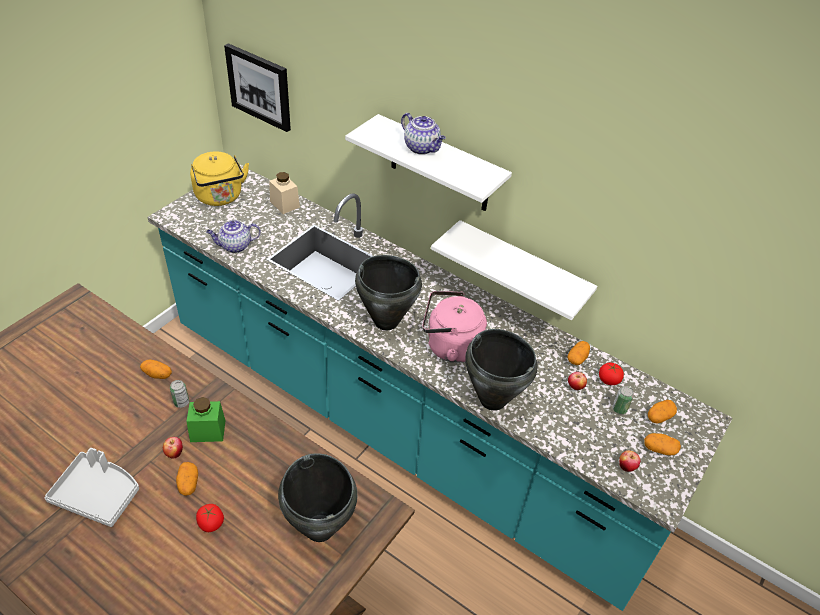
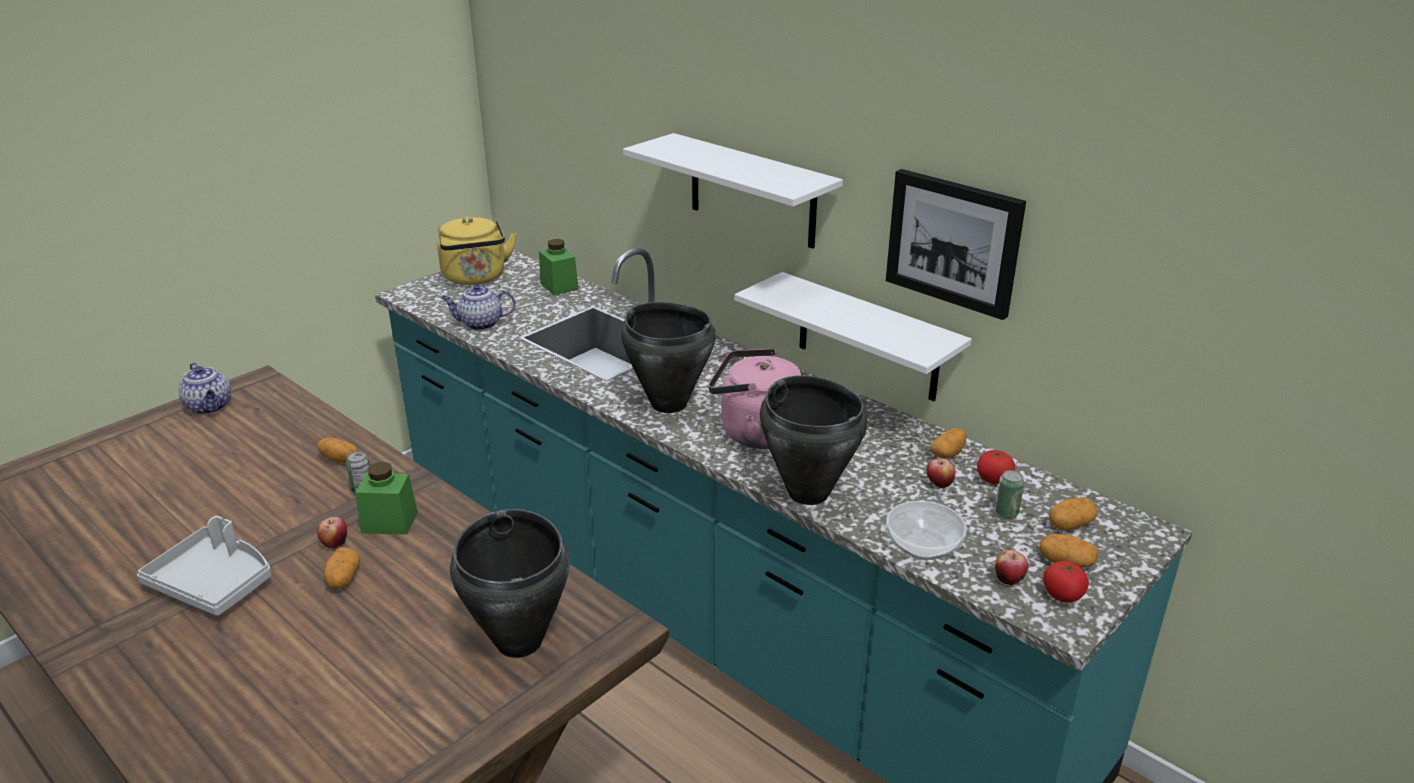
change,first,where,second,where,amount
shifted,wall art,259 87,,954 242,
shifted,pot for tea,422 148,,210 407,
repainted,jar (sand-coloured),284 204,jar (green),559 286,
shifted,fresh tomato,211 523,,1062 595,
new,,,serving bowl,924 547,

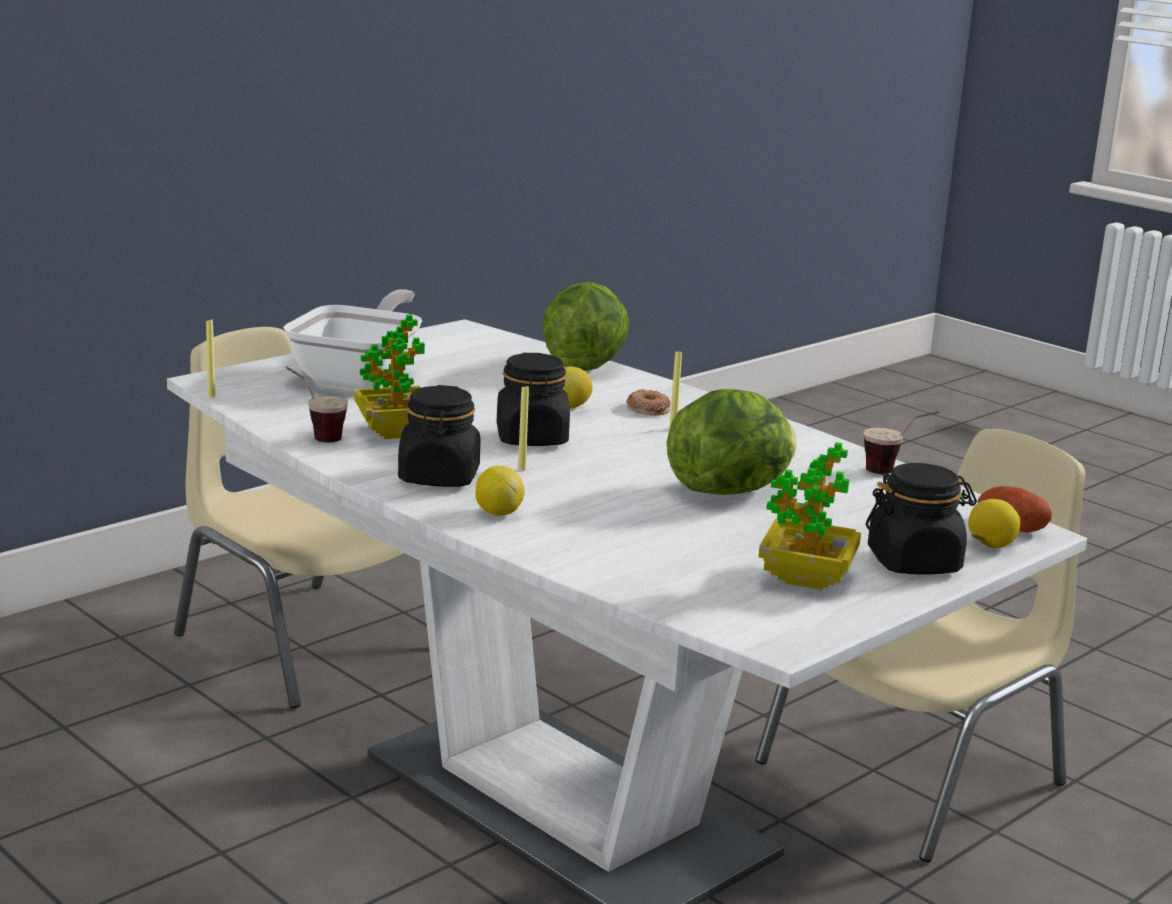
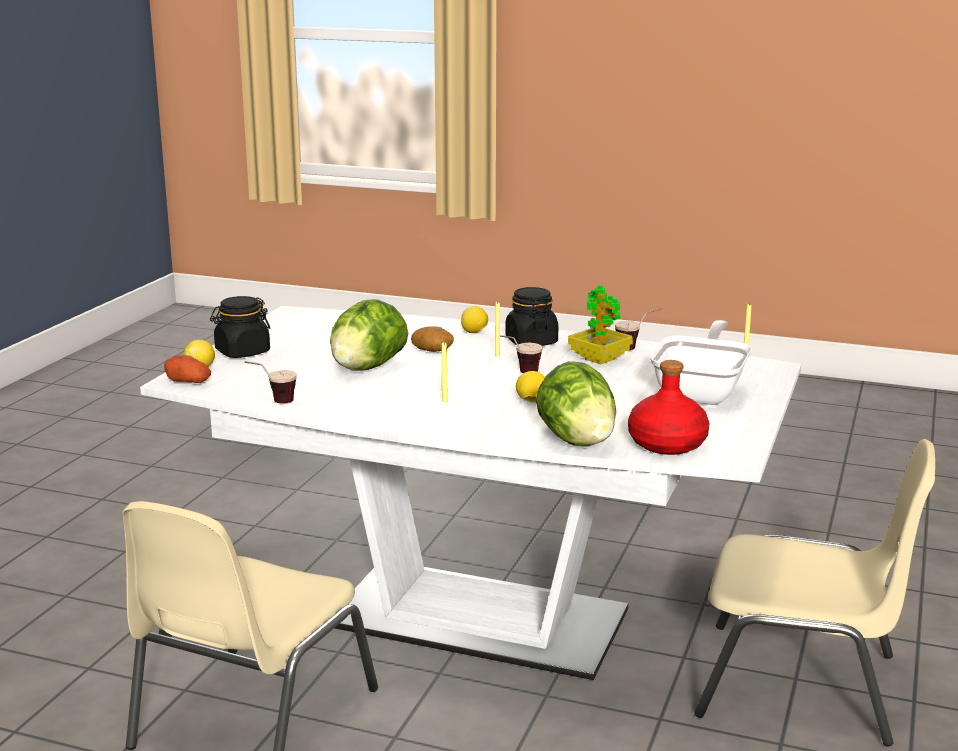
change,first,where,second,where,amount
rotated,frying pan,361 376,,702 392,150 degrees counterclockwise
swapped,jar (blackish),532 438,drinking cup,520 373,
gone,doughnut,648 408,,,
gone,plant in a pot,806 579,,,
new,,,spud,433 351,
new,,,drink bottle (red),666 444,

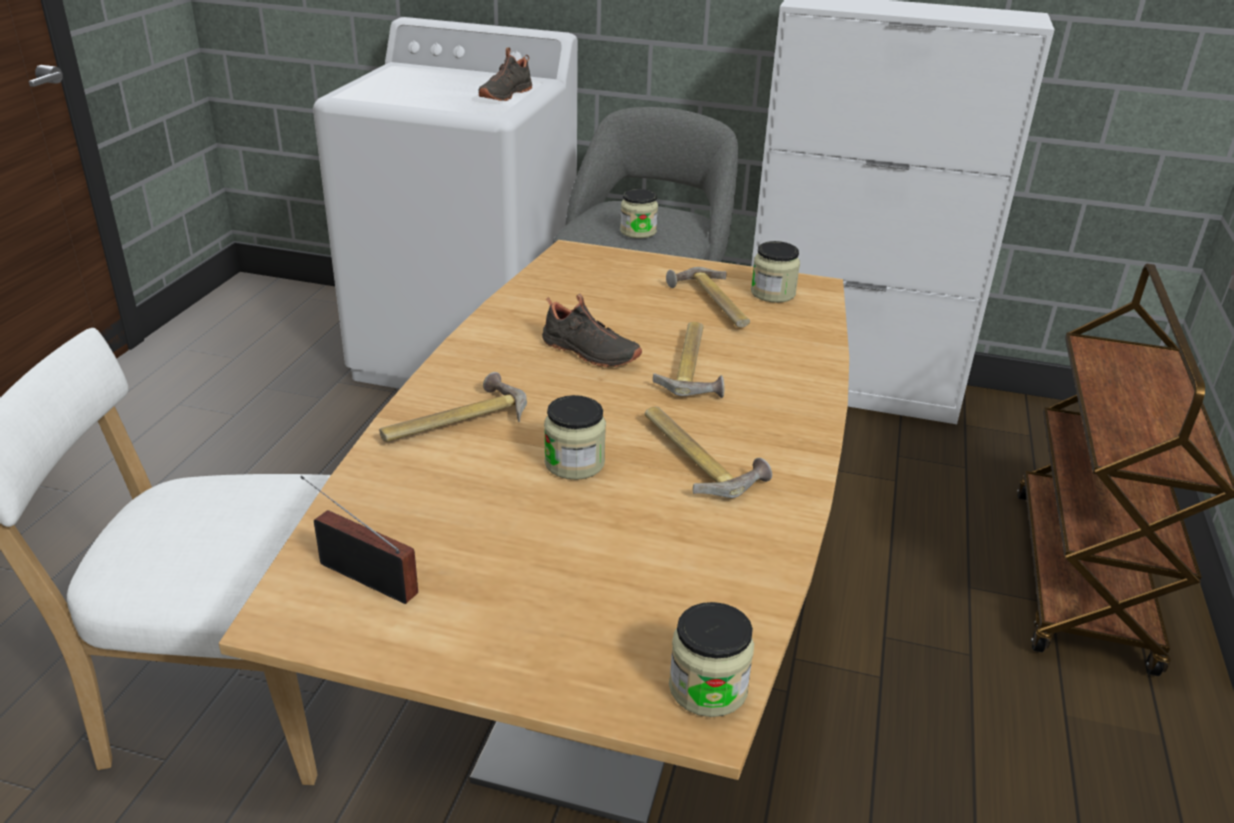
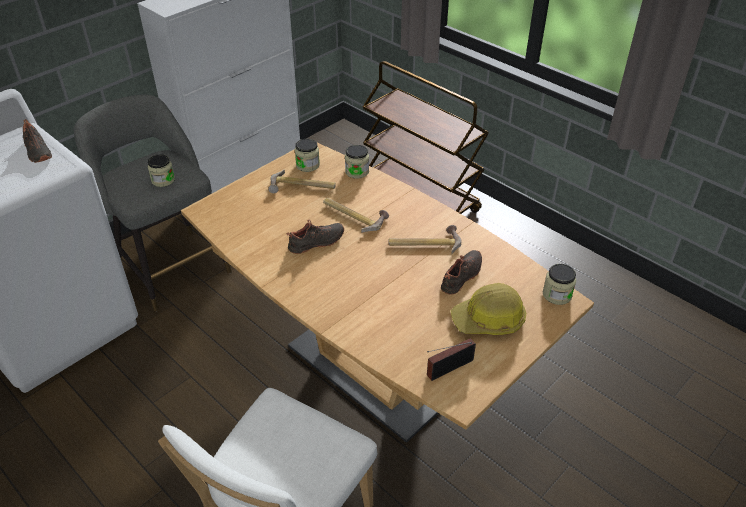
change,first,where,second,where,amount
gone,hand hammer,453 420,,,
shifted,jar,574 463,,357 172,
new,,,shoe (blackish),462 277,
new,,,work helmet,489 320,

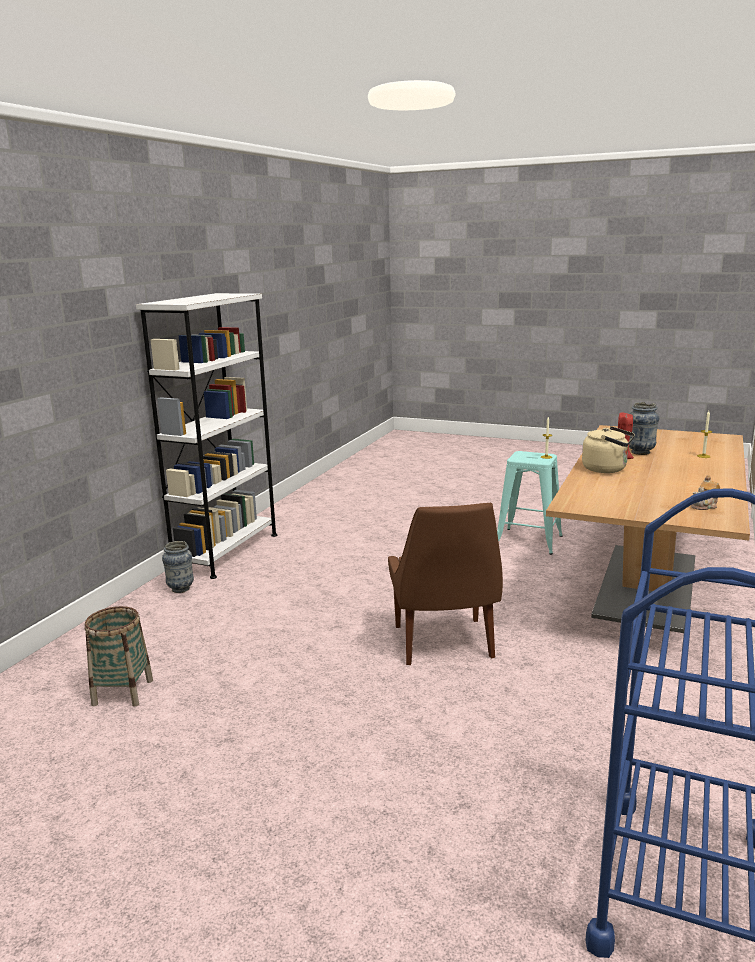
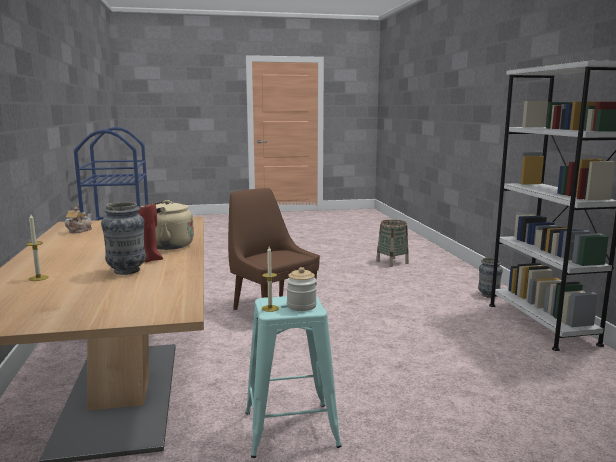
change,first,where,second,where,amount
new,,,jar,301 306,

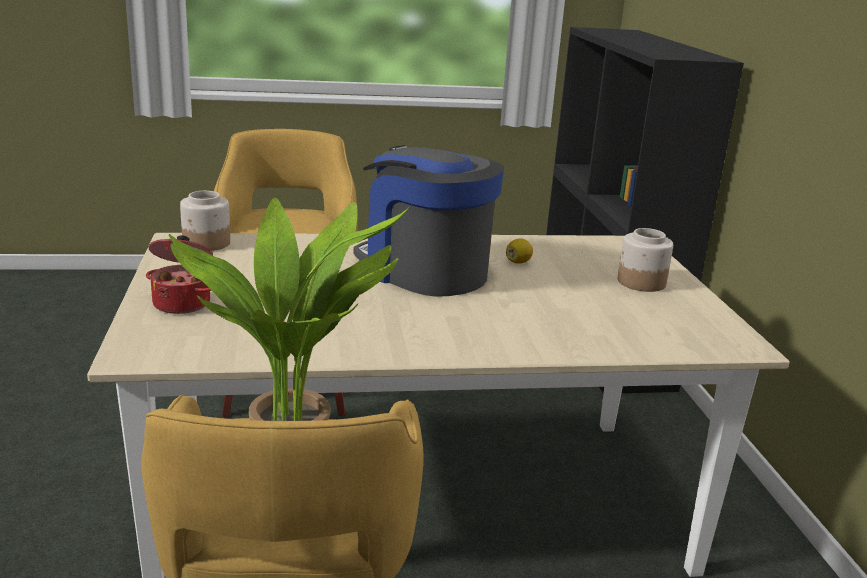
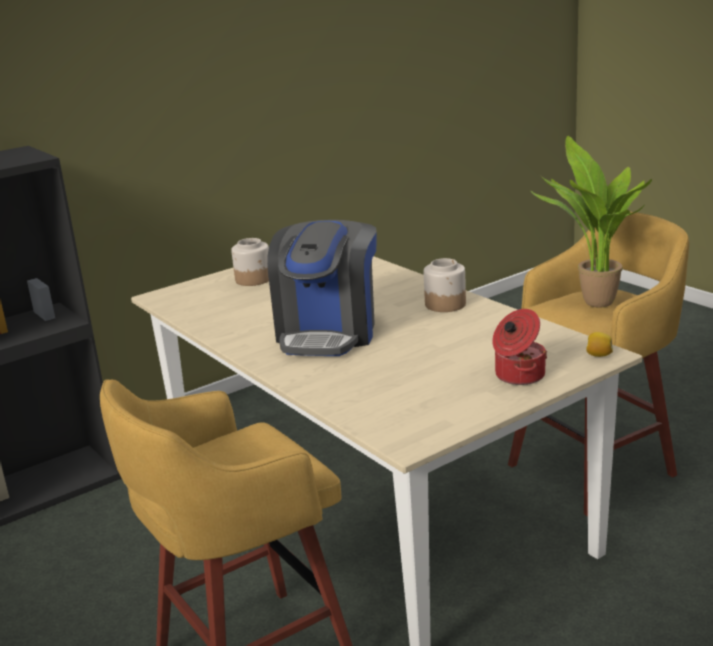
change,first,where,second,where,amount
shifted,jar,206 243,,445 304,
shifted,citrus fruit,518 262,,598 355,

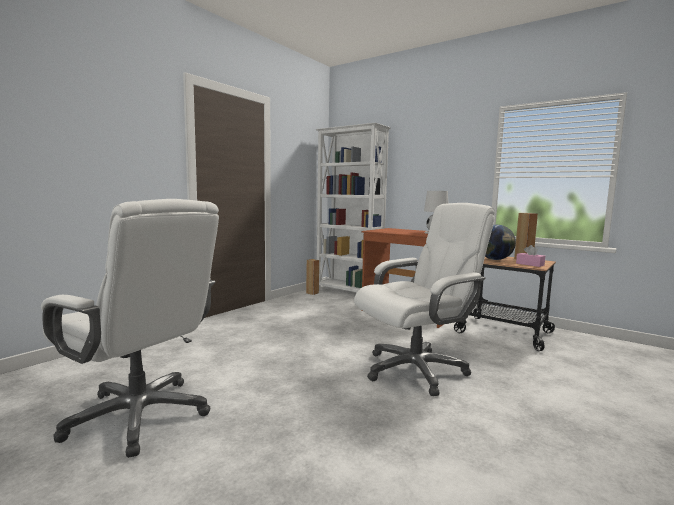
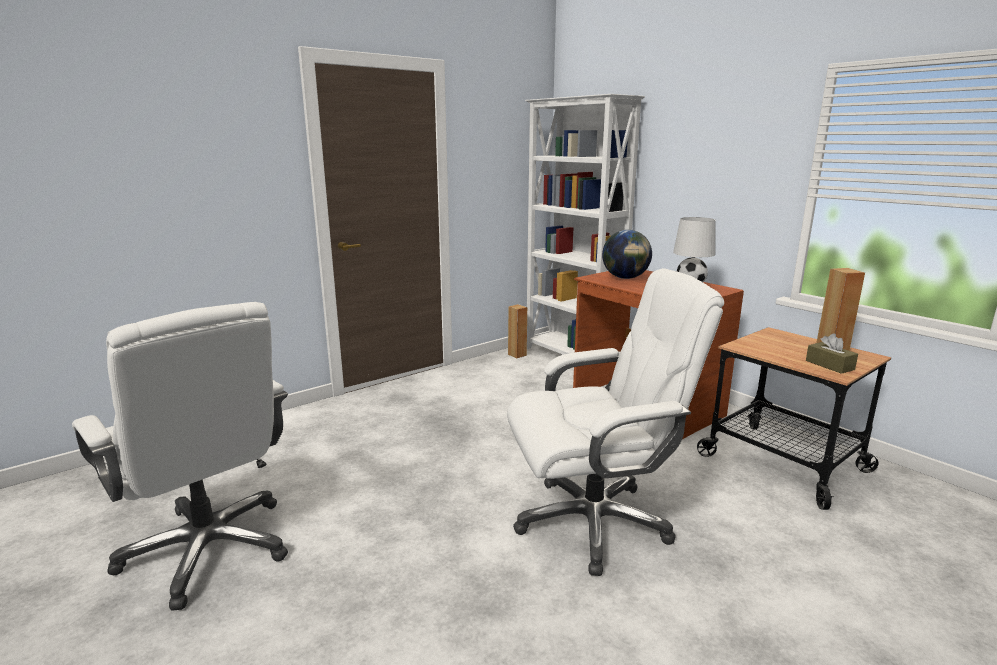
change,first,where,second,where,amount
shifted,globe,495 259,,625 278,
repainted,box of tissues (pink-coloured),530 264,box of tissues (brown),829 365,

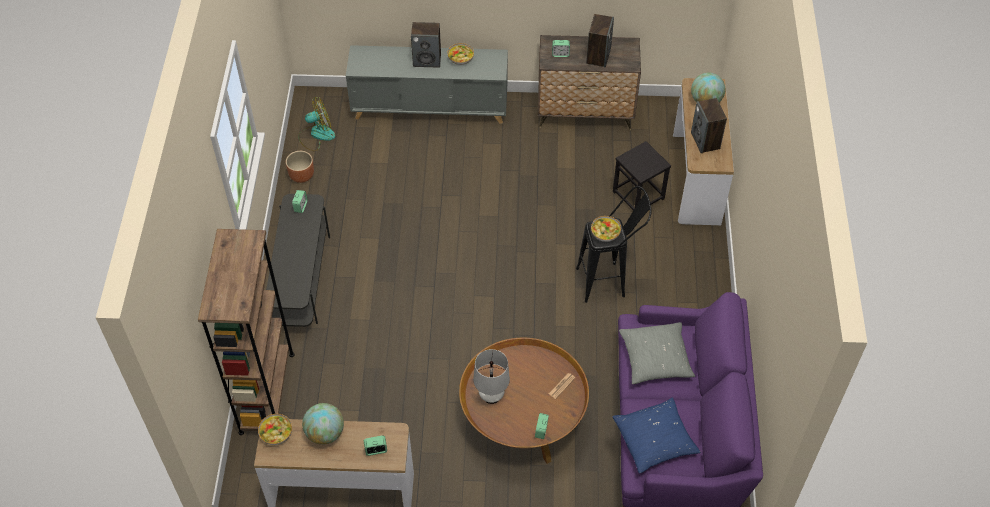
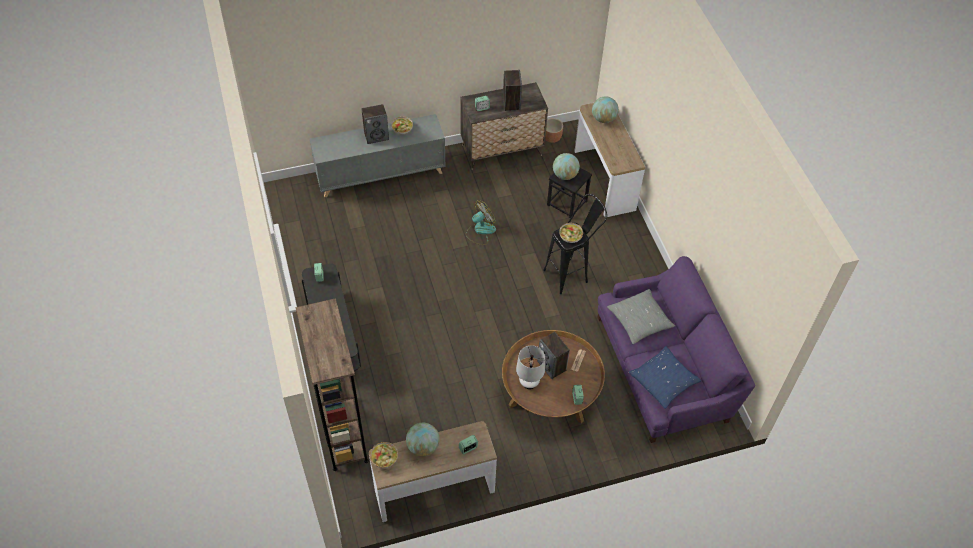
change,first,where,second,where,amount
shifted,fan,316 135,,480 231,
shifted,loudspeaker,705 141,,552 366,
shifted,planter (brown),302 176,,552 138,
new,,,globe,565 175,

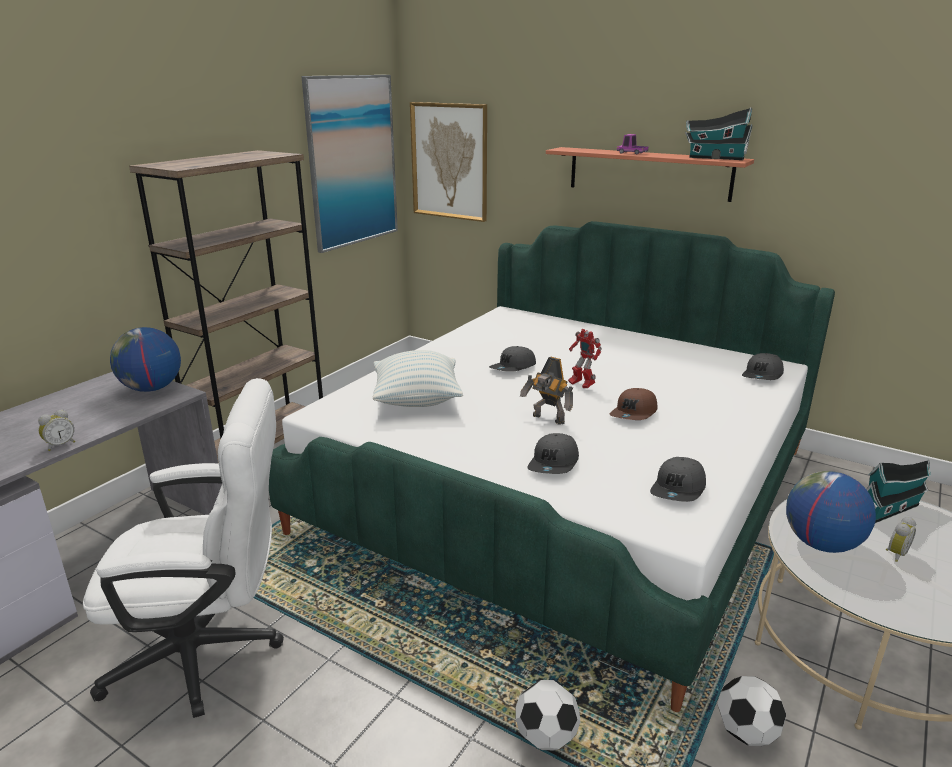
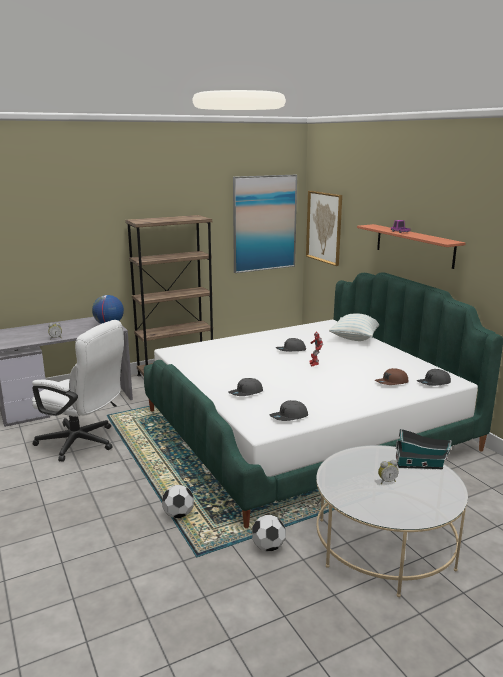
change,first,where,second,where,amount
gone,miniature house,714 158,,,
shifted,pillow,417 400,,354 338,
gone,toy robot,547 419,,,
shifted,peaked cap (brown),634 413,,391 383,
gone,globe,821 544,,,

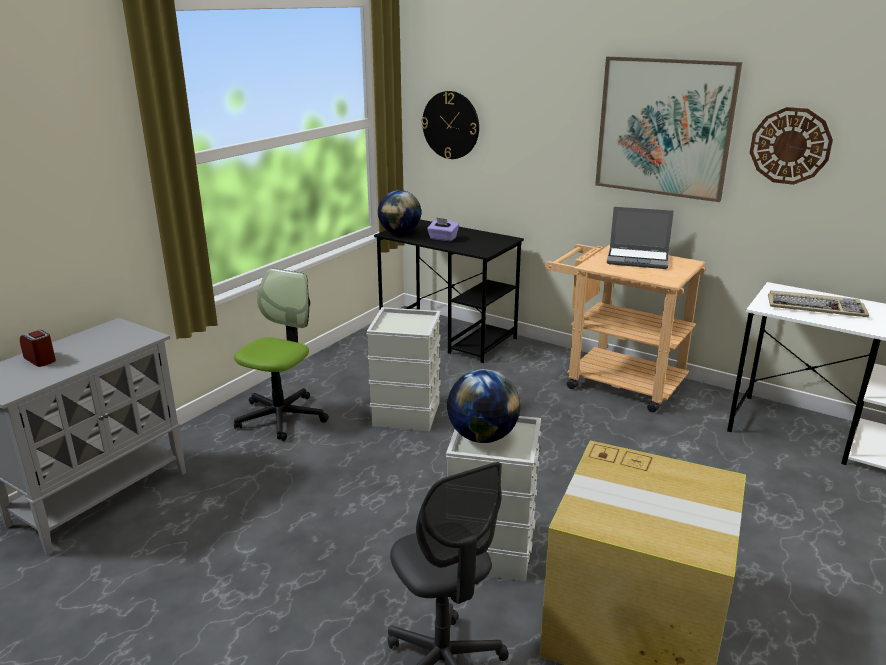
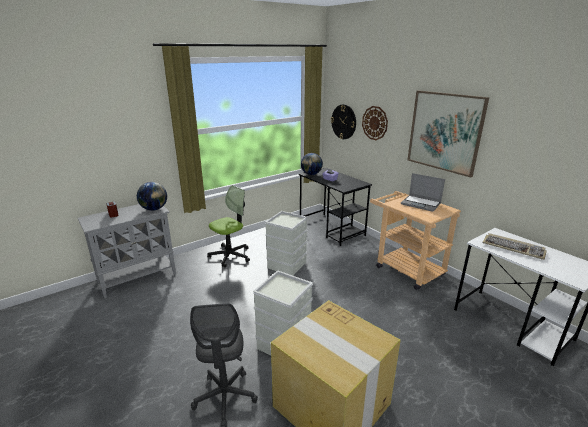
change,first,where,second,where,amount
shifted,hanging clock,790 146,,375 123,
shifted,globe,482 437,,154 209,

